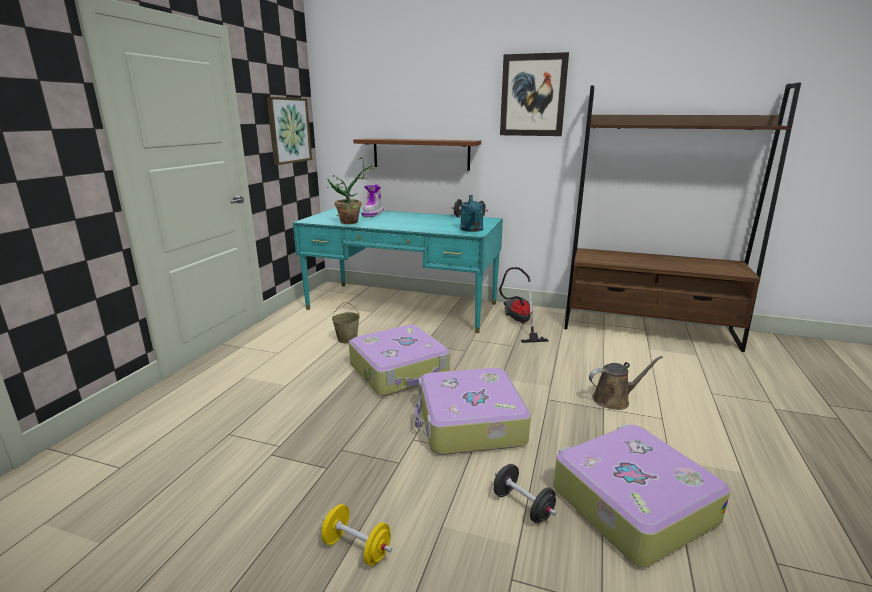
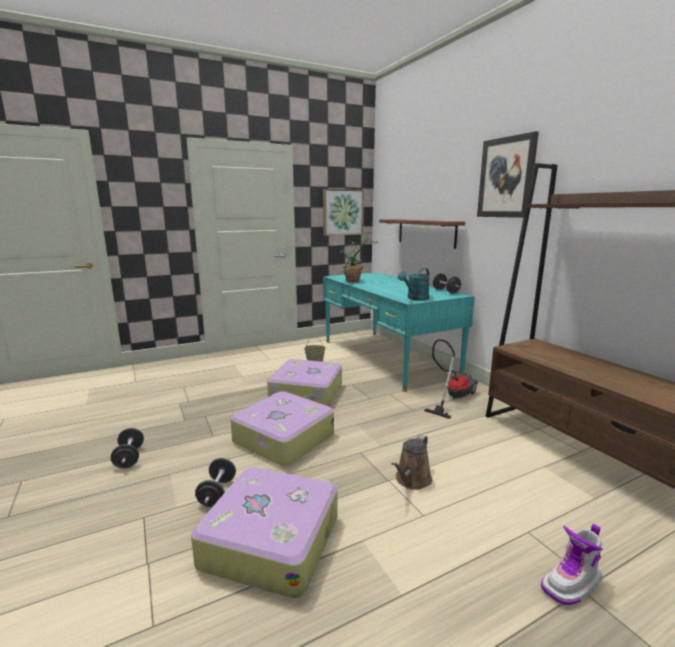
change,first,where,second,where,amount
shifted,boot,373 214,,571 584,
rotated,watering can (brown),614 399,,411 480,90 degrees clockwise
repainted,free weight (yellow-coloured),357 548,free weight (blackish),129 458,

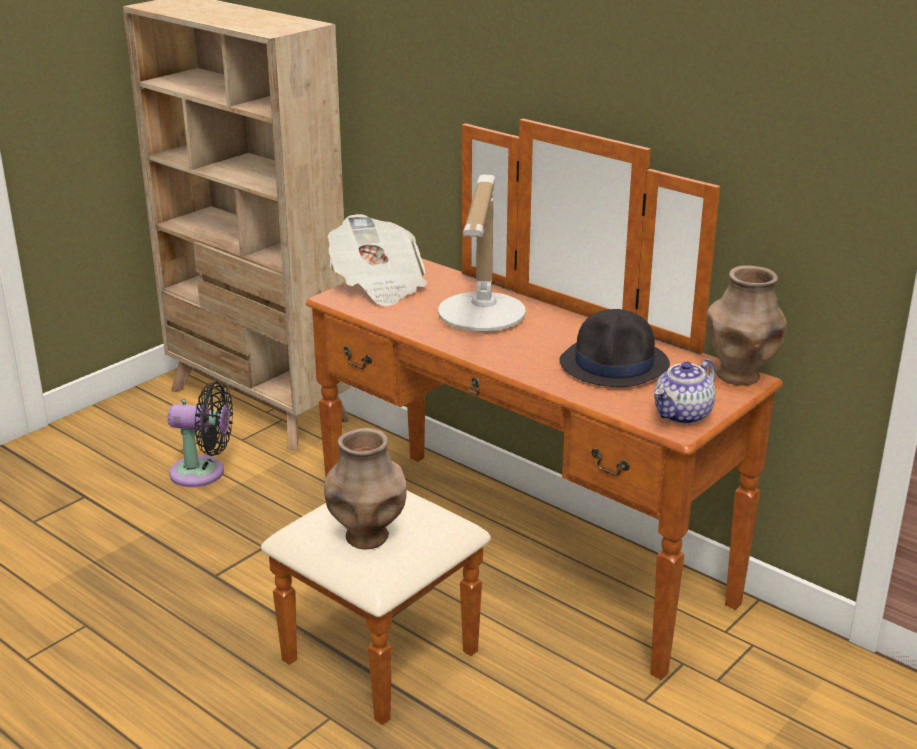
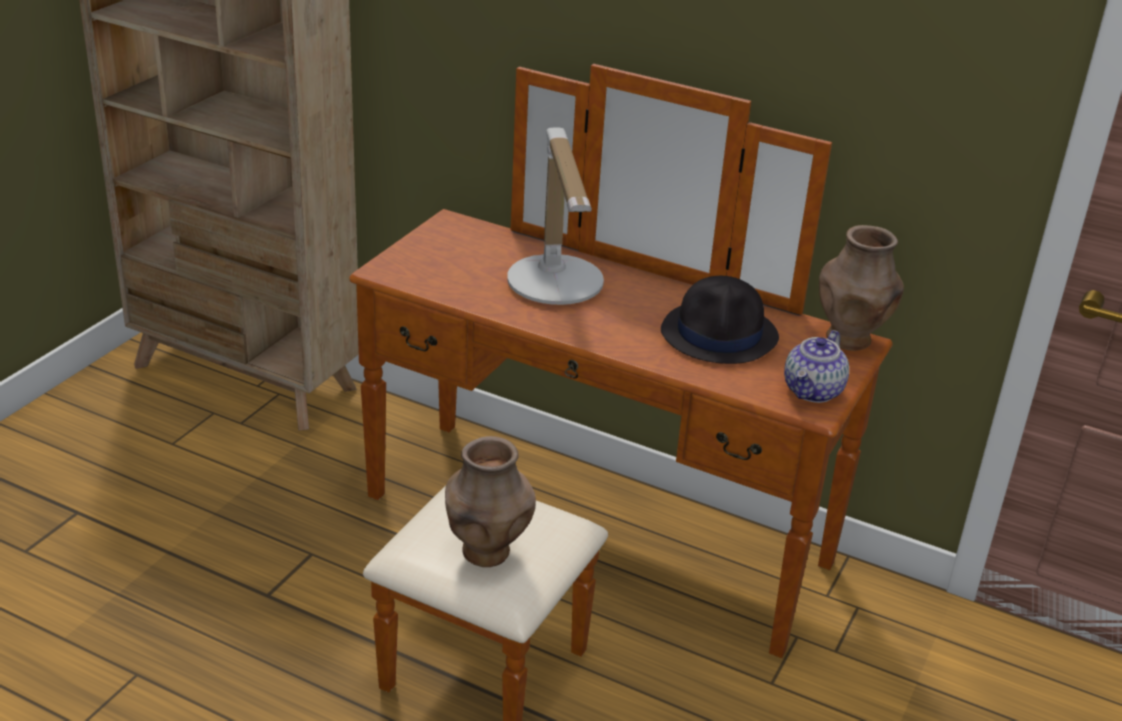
change,first,where,second,where,amount
gone,newspaper,378 285,,,
gone,fan (blackish),203 473,,,

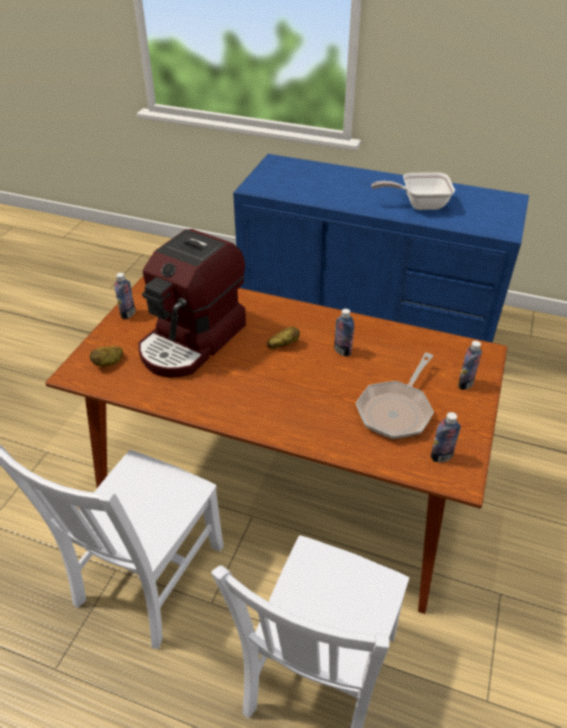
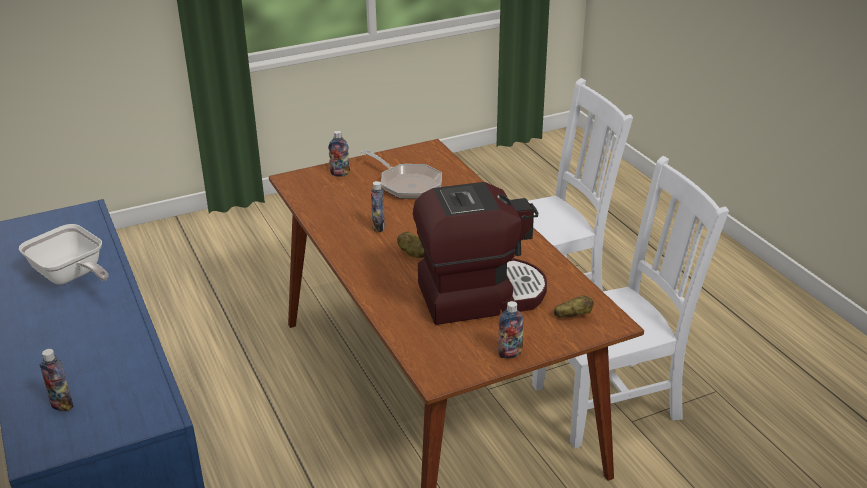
change,first,where,second,where,amount
rotated,frying pan,396 410,,407 184,60 degrees clockwise
shifted,drink bottle,441 456,,62 405,

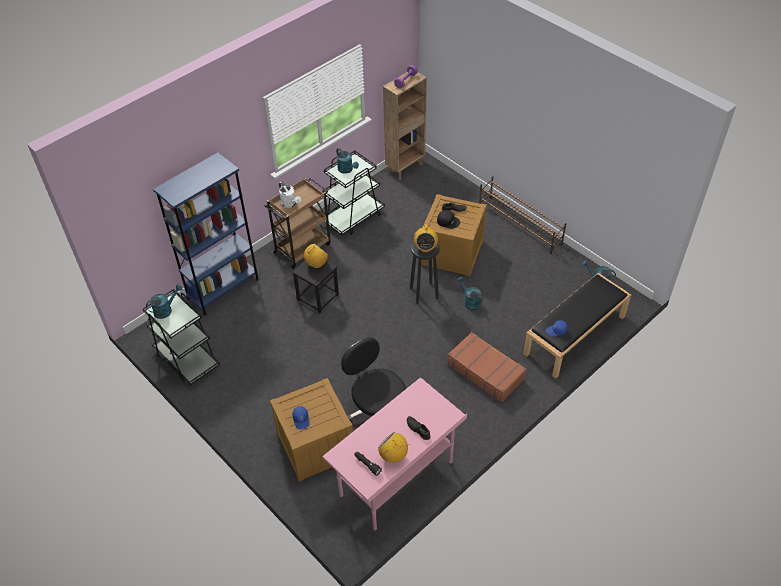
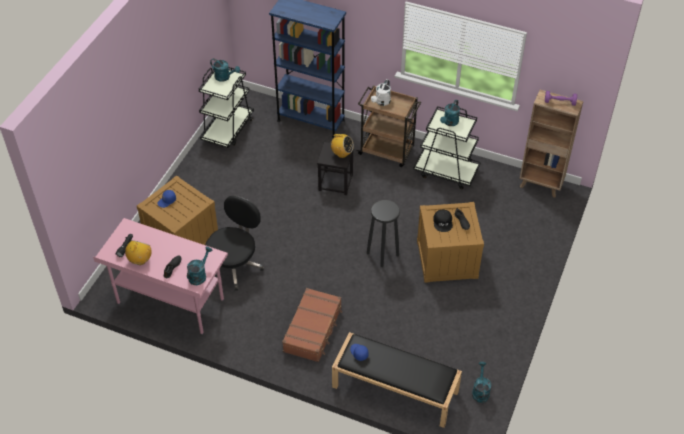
change,first,where,second,where,amount
gone,shoe rack (brown),519 225,,,
gone,radio receiver,425 248,,,
shifted,watering can (blue-green),469 301,,199 275,

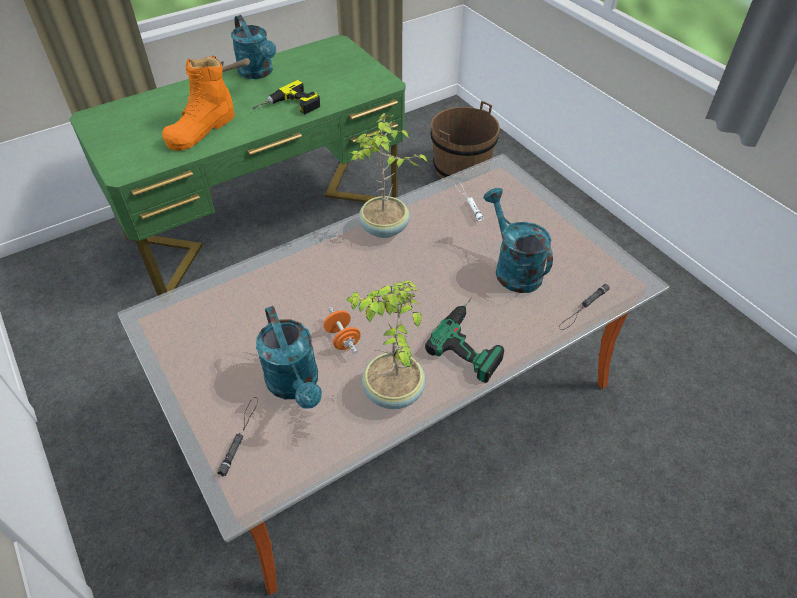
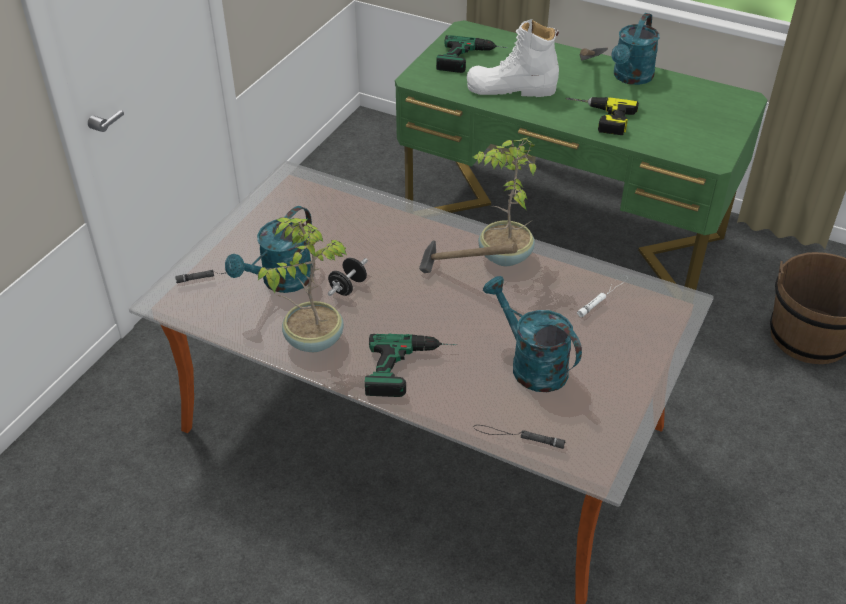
change,first,where,second,where,amount
repainted,boot (orangey),201 130,boot (white-coloured),511 88,
rotated,watering can (blue-green),513 268,,531 364,75 degrees counterclockwise
repainted,free weight (orangey),342 339,free weight (blackish),348 287,
new,,,electric drill,472 59,
new,,,hand hammer,463 278,

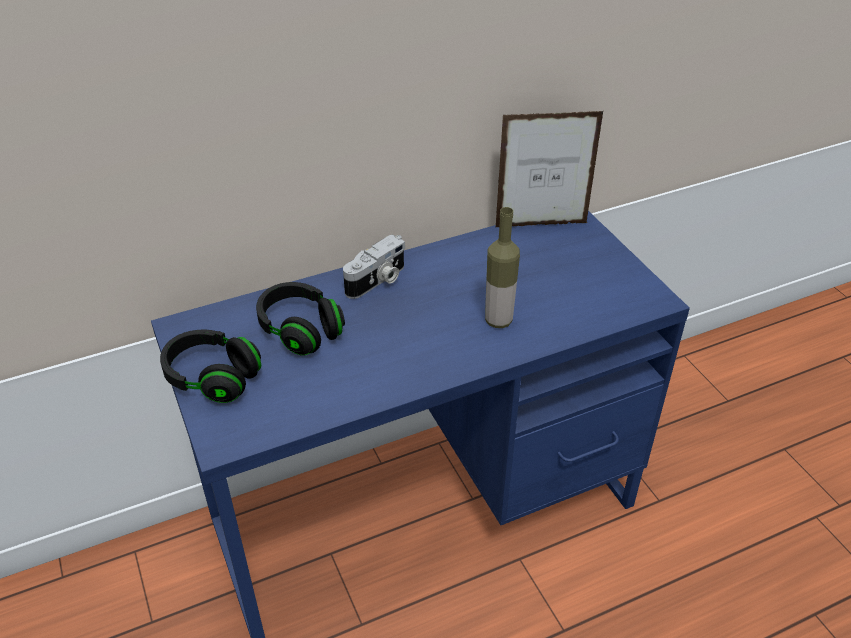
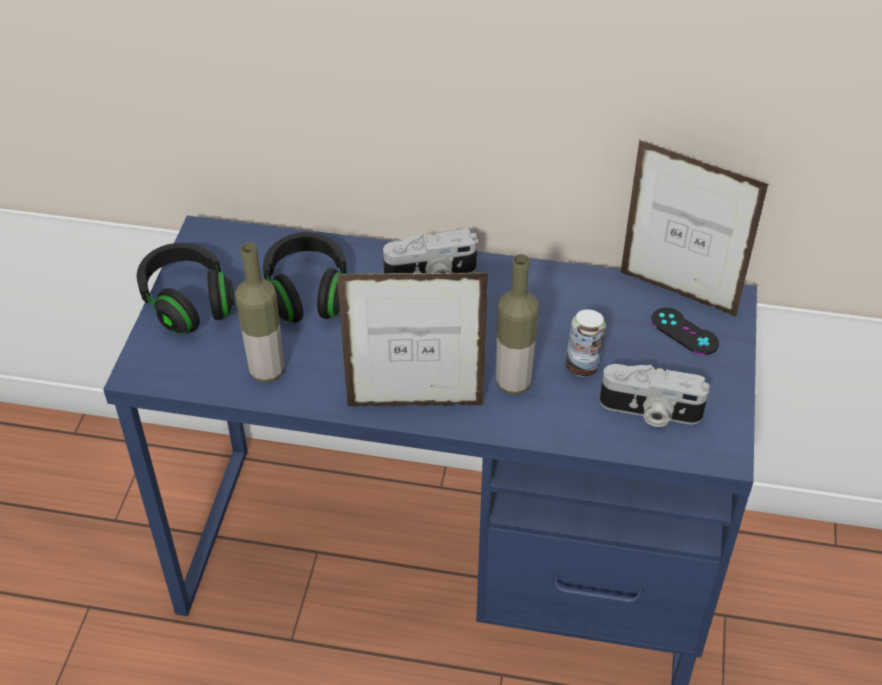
change,first,where,second,where,amount
new,,,drink bottle,267 371,
new,,,standing frame,415 405,
new,,,game controller (blackish),684 331,
new,,,can,582 366,
new,,,photo camera,650 412,

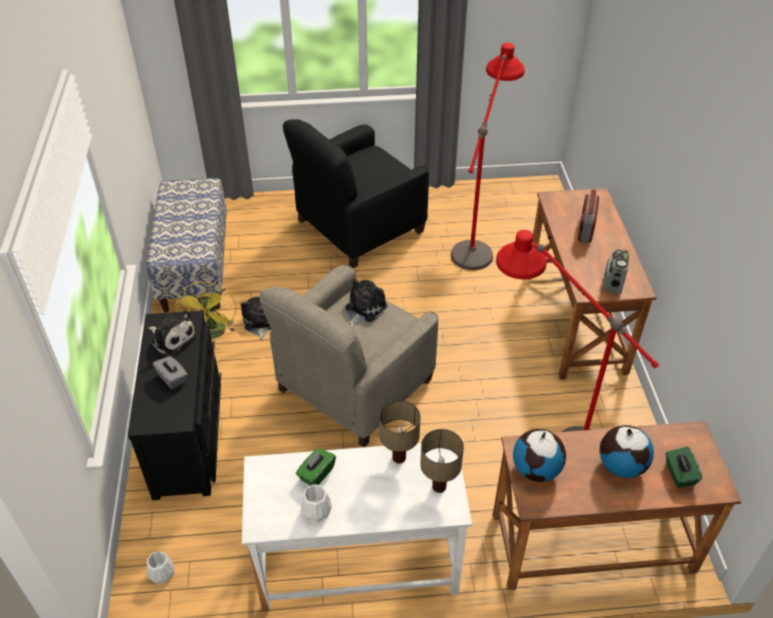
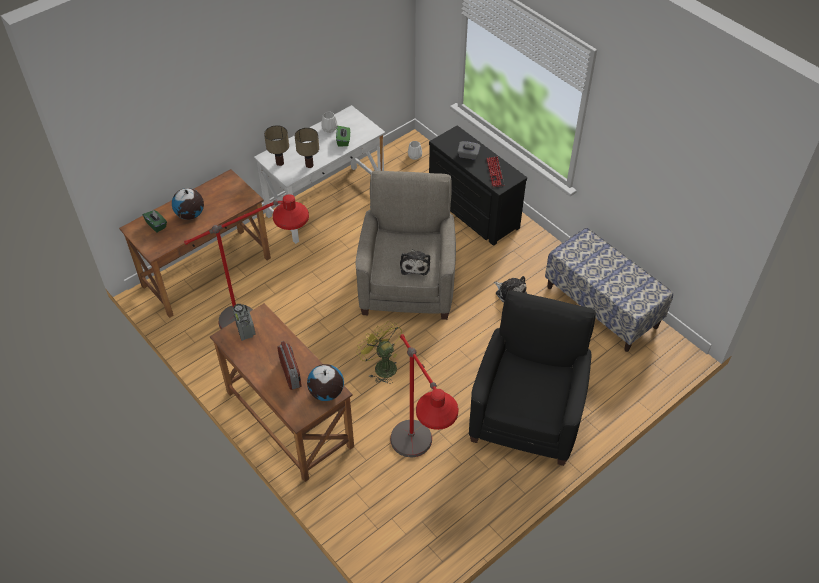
change,first,where,second,where,amount
shifted,fan (yellow-coloured),213 334,,381 366,
swapped,cuddly toy,172 338,keyboard,495 172,
shifted,globe,536 469,,326 393,

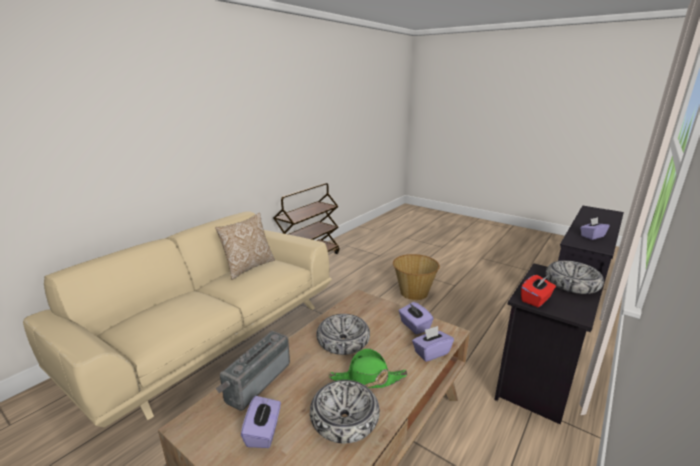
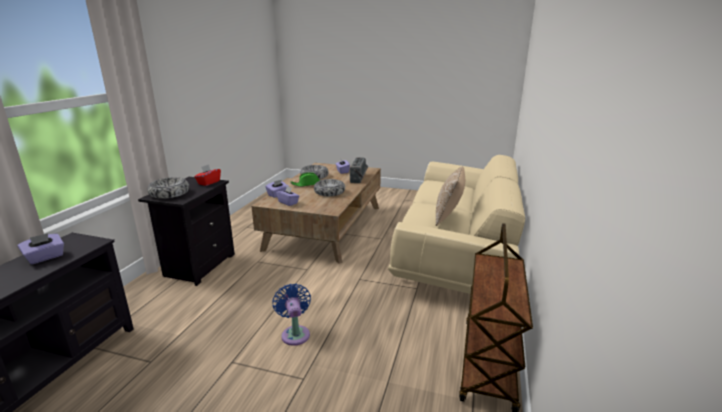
change,first,where,second,where,amount
swapped,basket,413 292,fan (bluish),295 333,

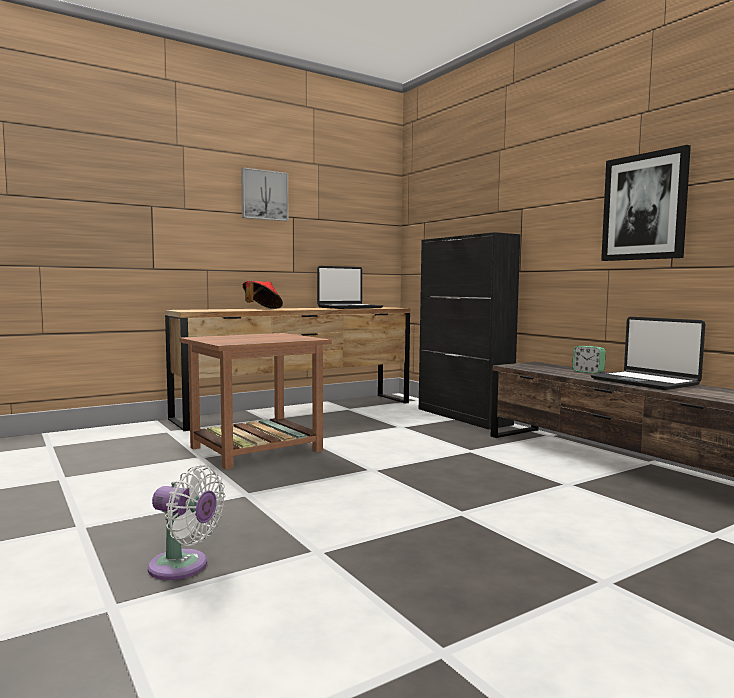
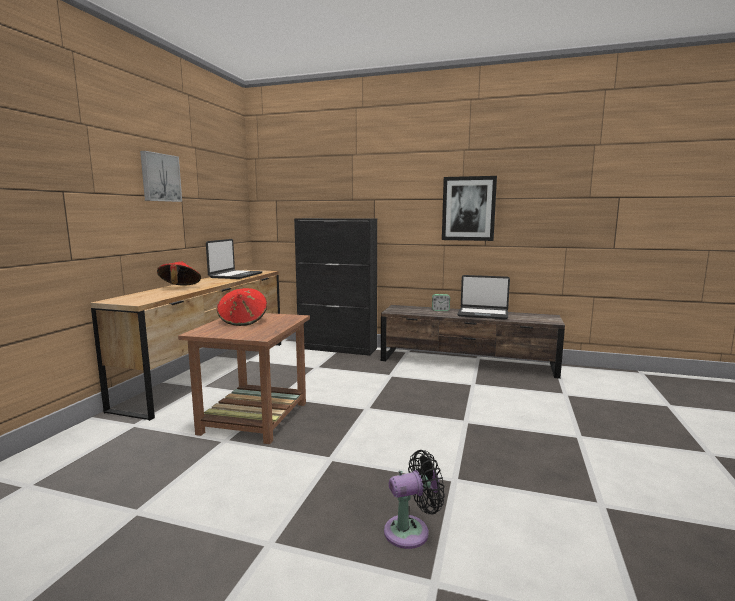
change,first,where,second,where,amount
repainted,fan (white-coloured),183 567,fan (blackish),411 531,
new,,,clothing hat (red),243 321,

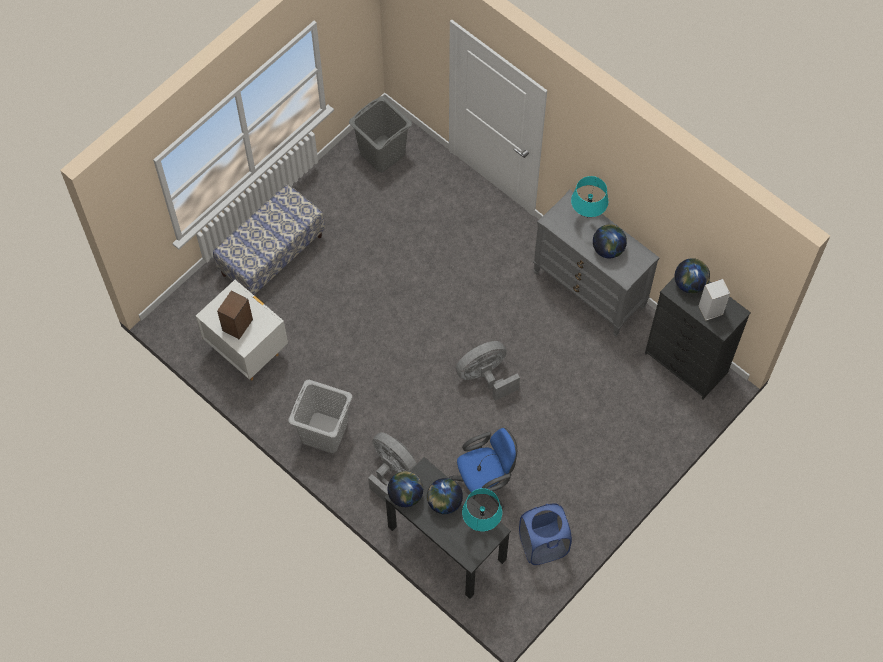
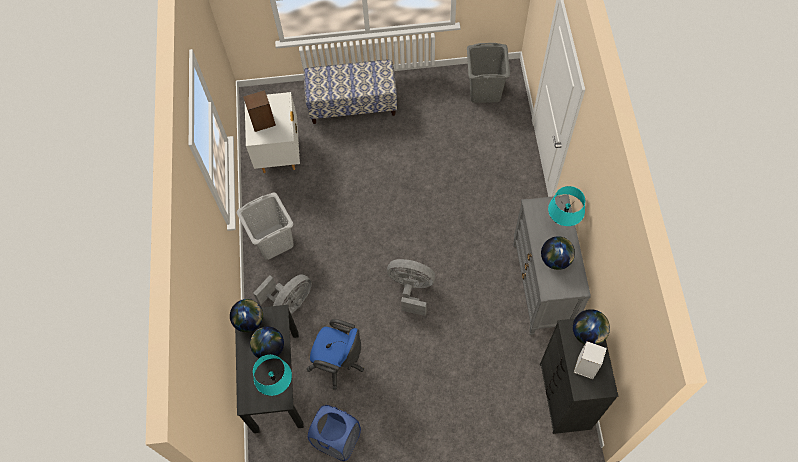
change,first,where,second,where,amount
rotated,fan (grey),392 472,,289 302,45 degrees clockwise

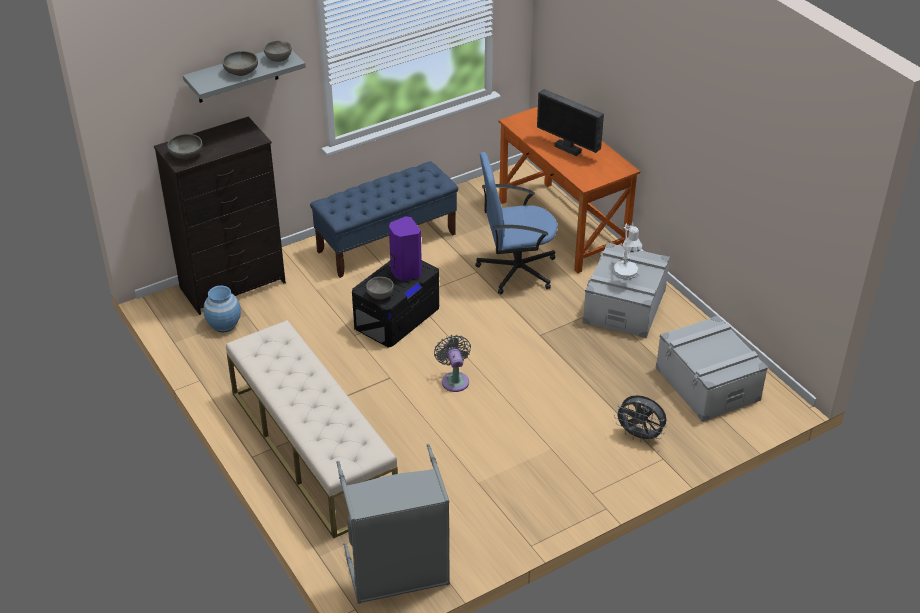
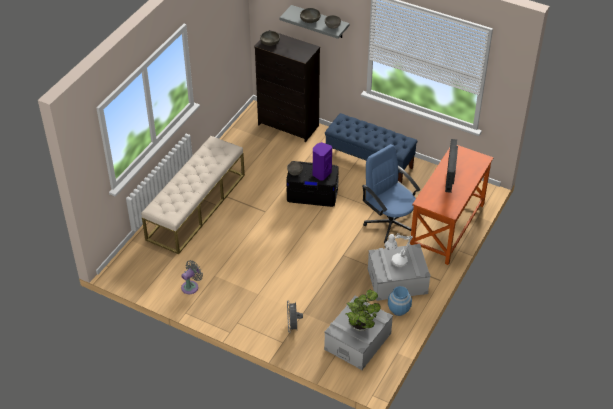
change,first,where,second,where,amount
shifted,flower vase (bluish),224 324,,398 309,
shifted,fan (grey),454 380,,191 286,
gone,washing basket (grey),398 574,,,
new,,,plant in a pot,361 324,

